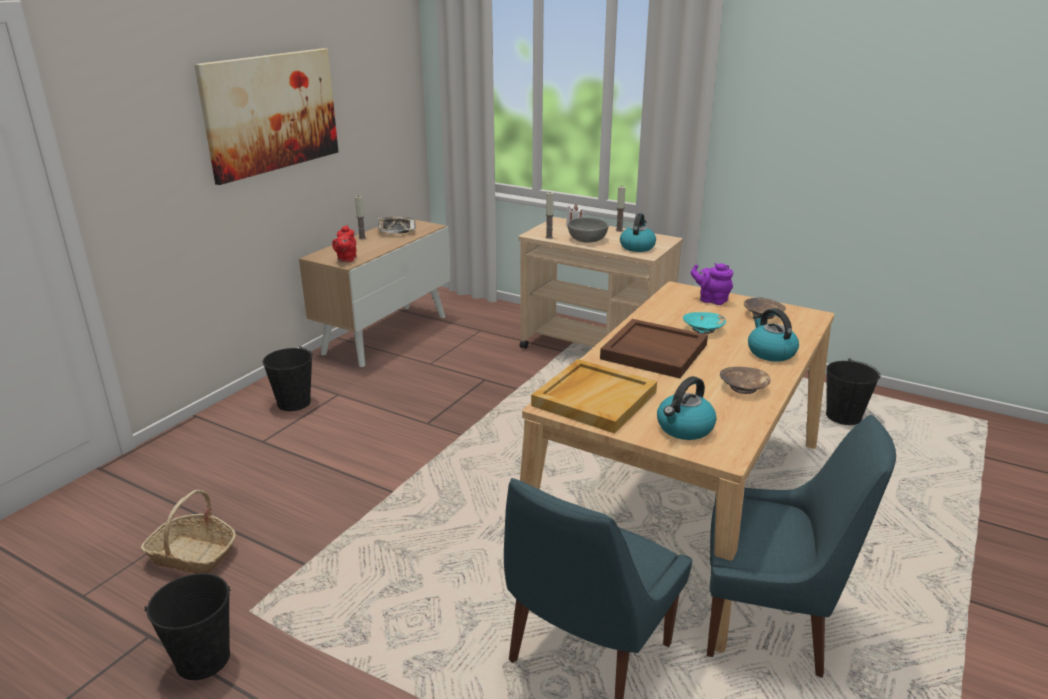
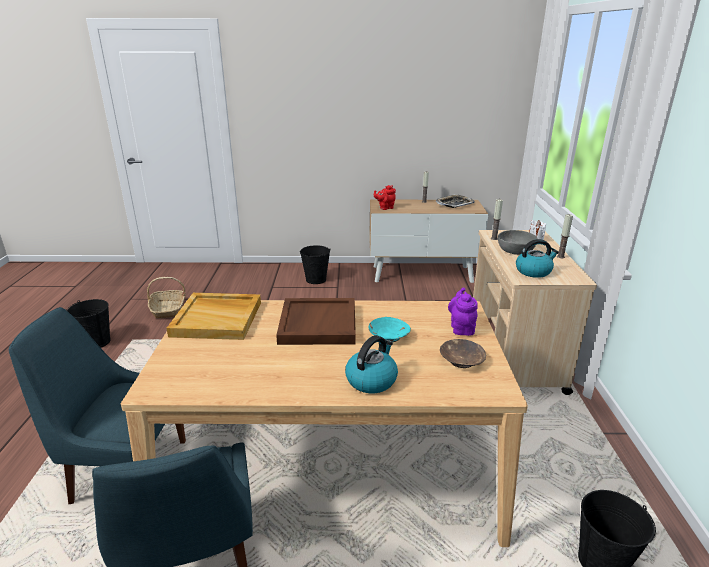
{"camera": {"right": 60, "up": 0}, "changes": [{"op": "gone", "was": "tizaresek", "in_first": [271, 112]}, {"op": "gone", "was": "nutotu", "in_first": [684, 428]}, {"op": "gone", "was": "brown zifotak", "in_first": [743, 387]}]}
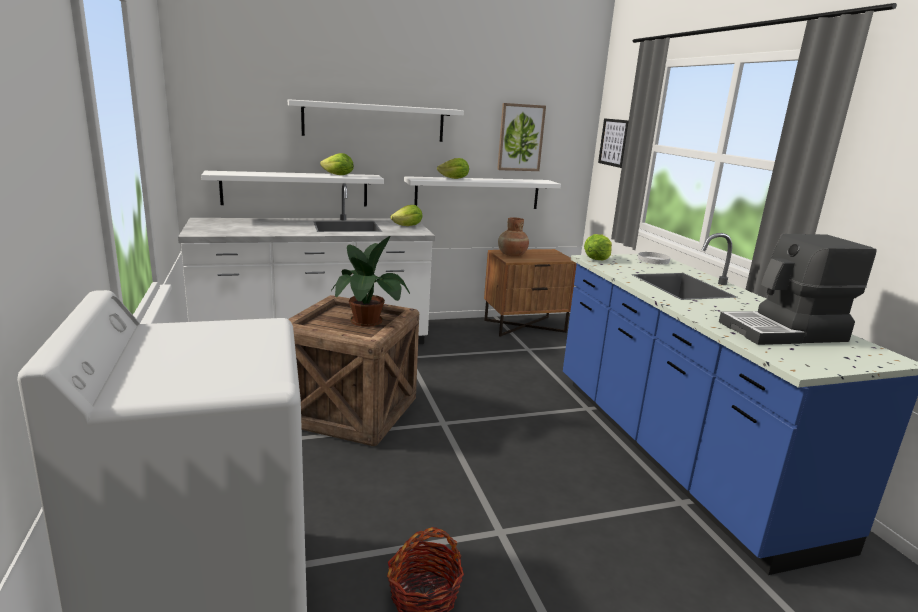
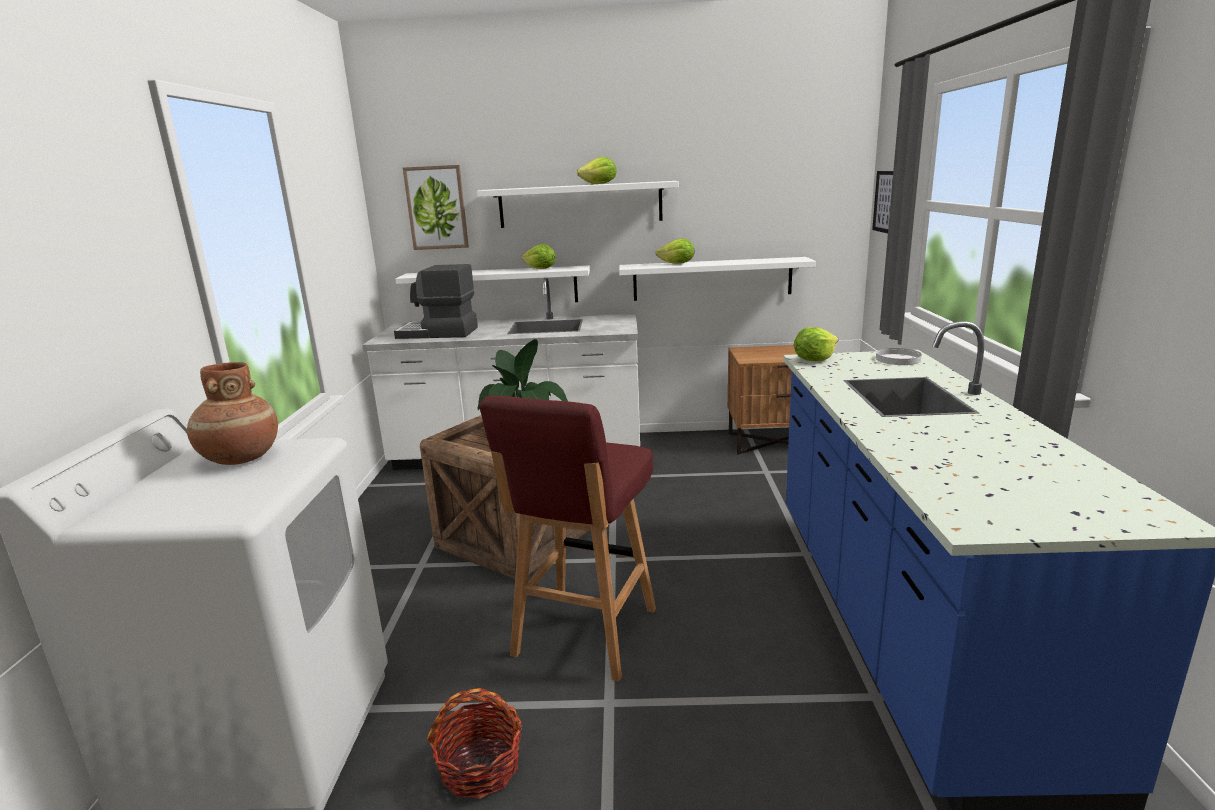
{"camera": {"right": 20, "up": 0}, "changes": [{"op": "shifted", "was": "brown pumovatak", "in_first": [512, 255], "in_second": [240, 458]}, {"op": "shifted", "was": "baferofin", "in_first": [784, 332], "in_second": [438, 333]}, {"op": "shifted", "was": "tizaresek", "in_first": [520, 137], "in_second": [437, 208]}, {"op": "new", "now": "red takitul", "in_second": [583, 634]}, {"op": "shifted", "was": "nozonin", "in_first": [408, 226], "in_second": [599, 184]}]}
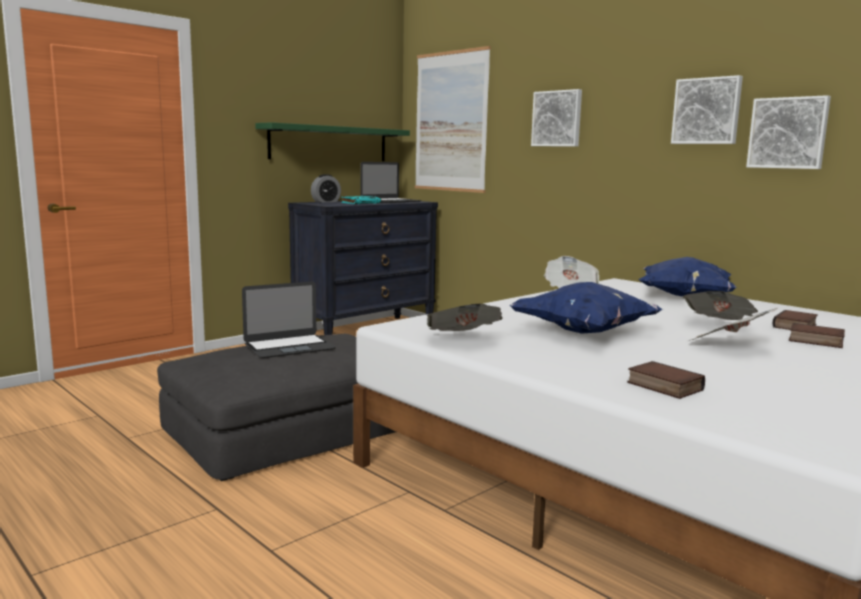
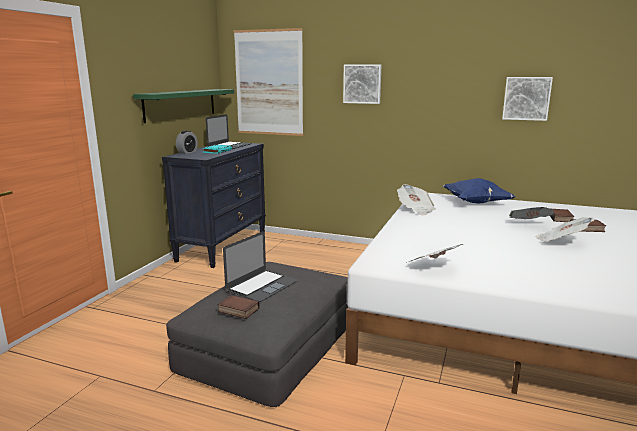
{"camera": {"right": -25, "up": 5}, "changes": [{"op": "shifted", "was": "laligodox", "in_first": [662, 386], "in_second": [237, 310]}, {"op": "gone", "was": "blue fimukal", "in_first": [584, 332]}, {"op": "gone", "was": "tizaresek", "in_first": [707, 111]}]}
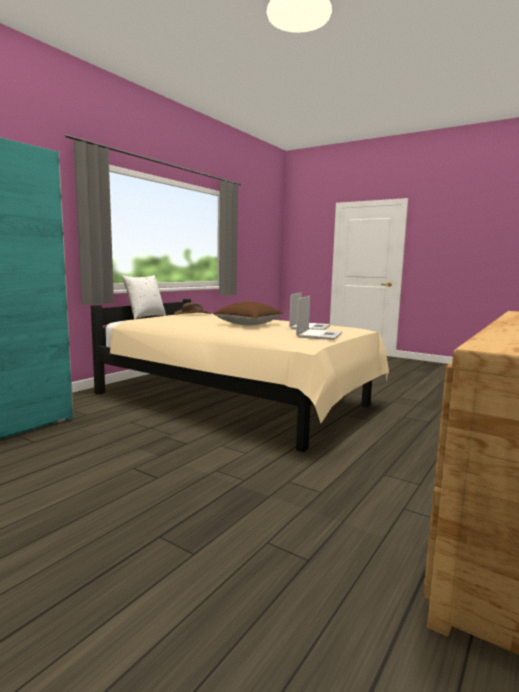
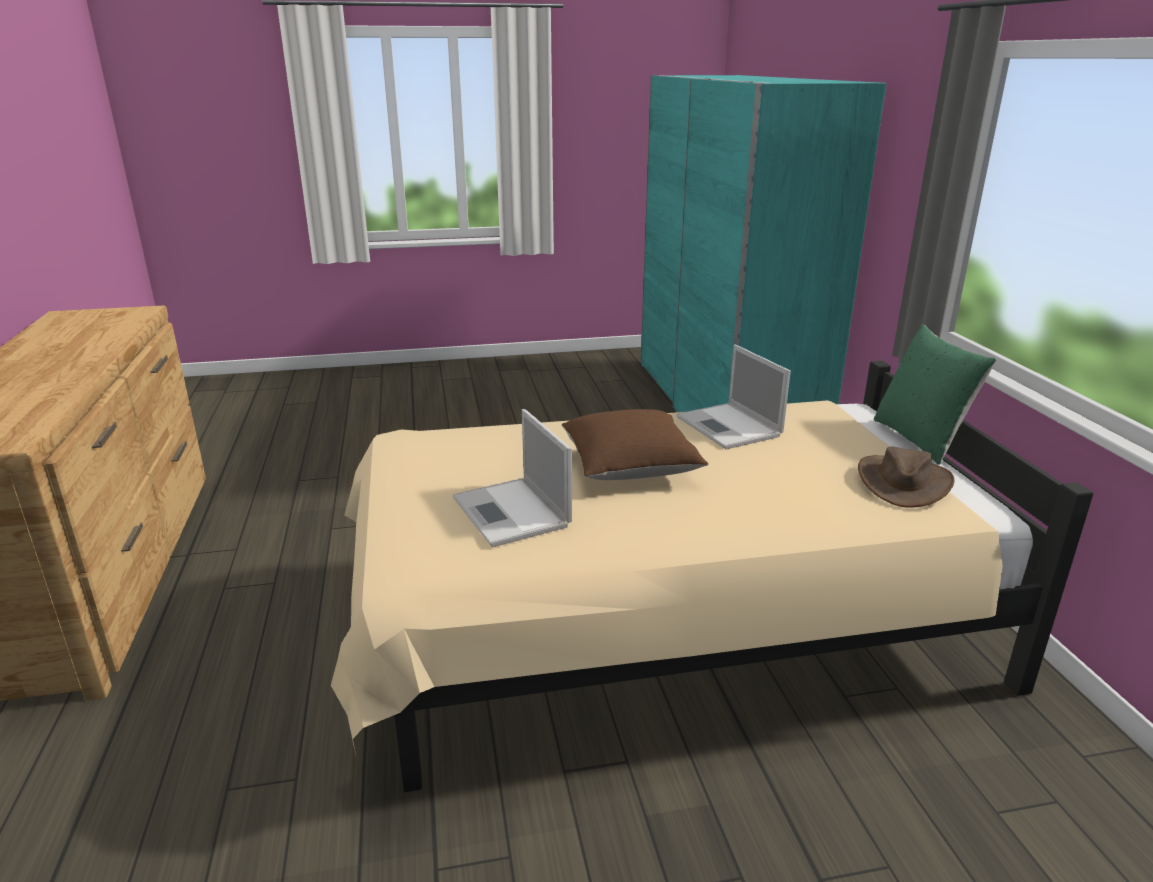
{"camera": {"right": 135, "up": 15}, "changes": [{"op": "shifted", "was": "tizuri", "in_first": [319, 335], "in_second": [730, 427]}, {"op": "repainted", "was": "white fimukal", "now": "green fimukal", "in_first": [145, 317], "in_second": [920, 439]}]}
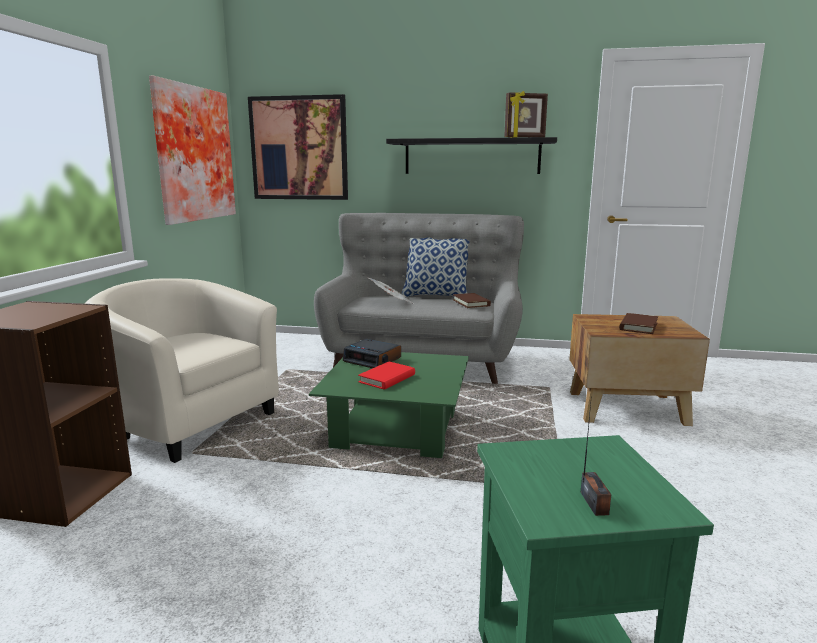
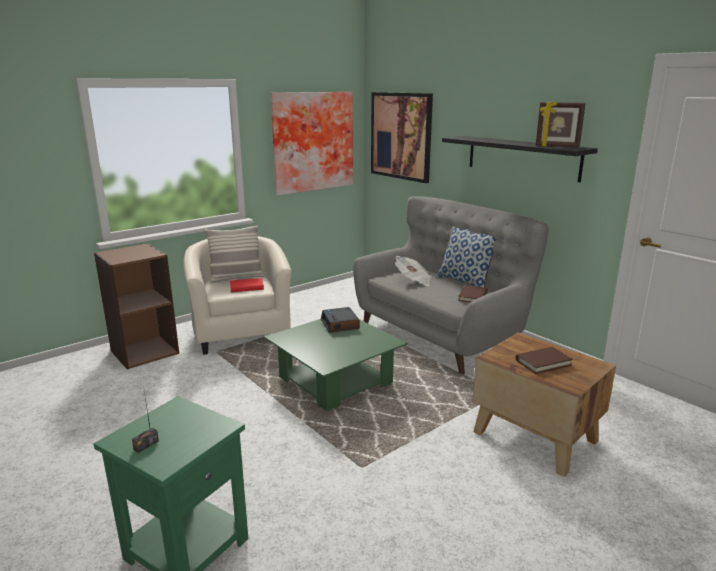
{"camera": {"right": 40, "up": 5}, "changes": [{"op": "new", "now": "fimukal", "in_second": [236, 278]}, {"op": "shifted", "was": "red laligodox", "in_first": [387, 378], "in_second": [246, 287]}]}
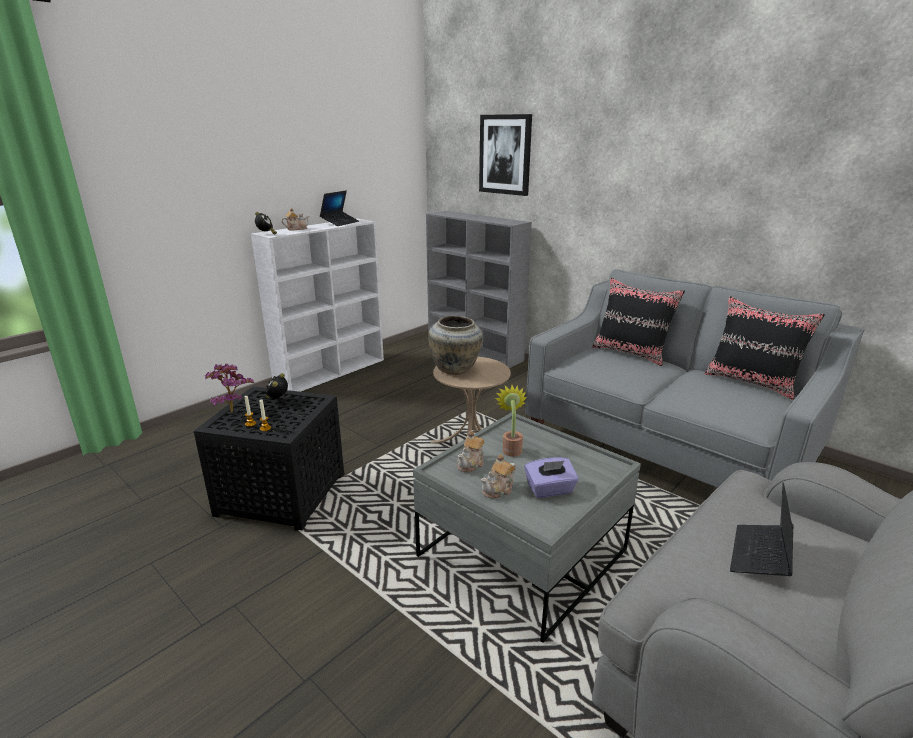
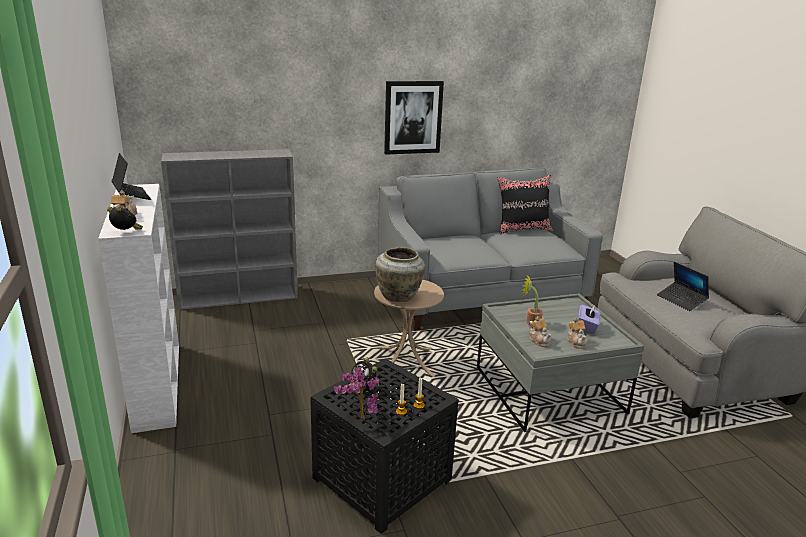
{"camera": {"right": -60, "up": 0}, "changes": [{"op": "shifted", "was": "tizaresek", "in_first": [505, 154], "in_second": [413, 117]}, {"op": "gone", "was": "black fimukal", "in_first": [631, 353]}]}
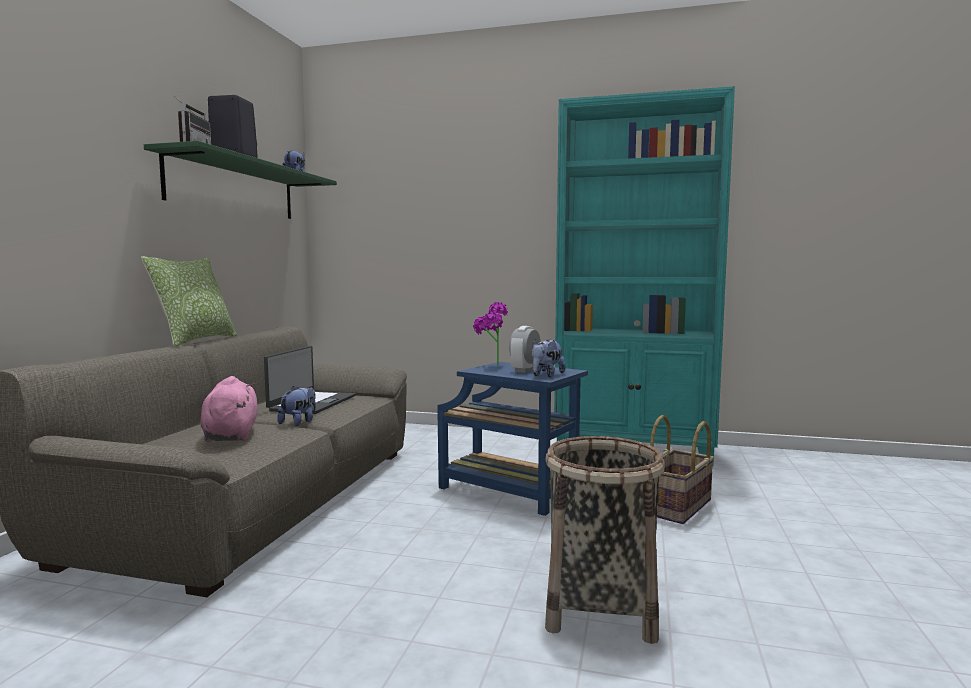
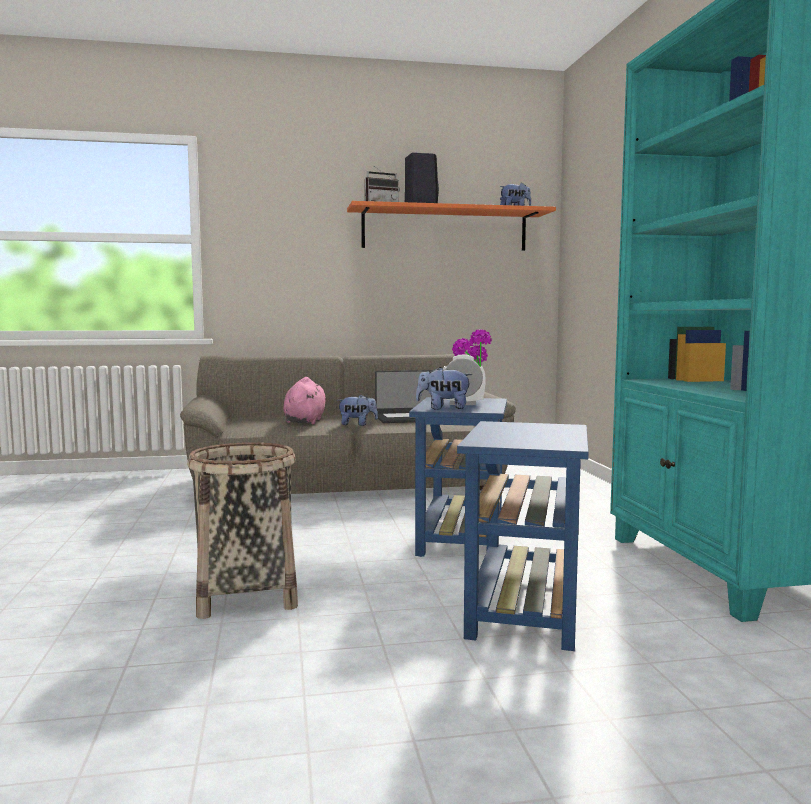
{"camera": {"right": 65, "up": 0}, "changes": [{"op": "rotated", "was": "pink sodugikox", "in_first": [231, 435], "in_second": [305, 421], "clockwise": -45}, {"op": "repainted", "was": "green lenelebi", "now": "orange lenelebi", "in_first": [234, 189], "in_second": [445, 230]}, {"op": "swapped", "was": "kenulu", "now": "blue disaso", "in_first": [678, 507], "in_second": [524, 609]}, {"op": "gone", "was": "fimukal", "in_first": [196, 340]}]}
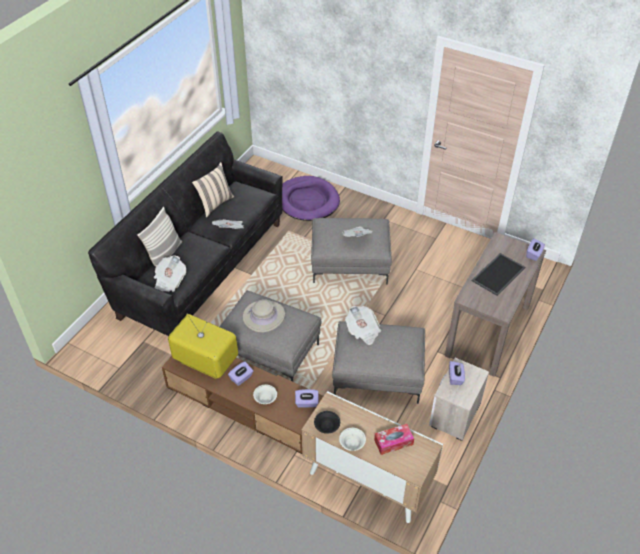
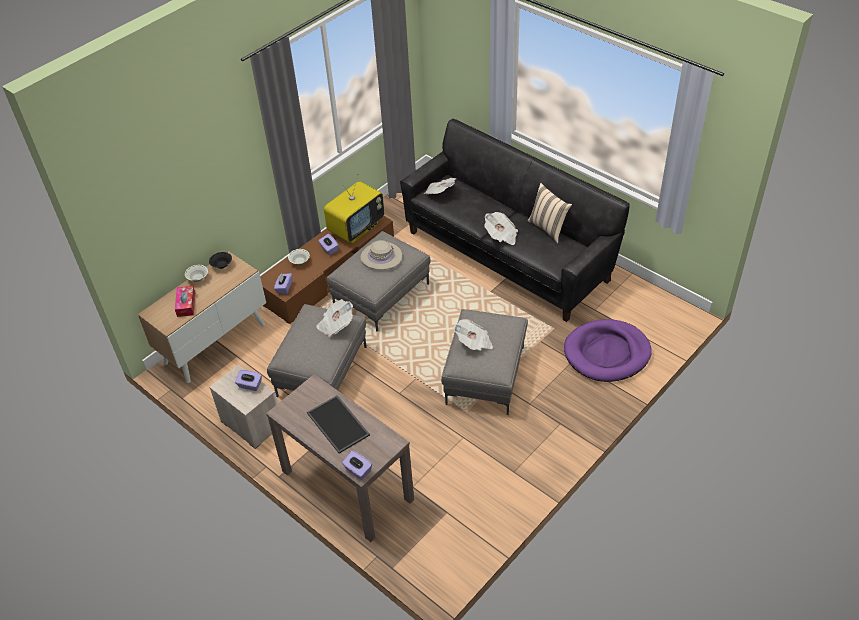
{"camera": {"right": 105, "up": 0}, "changes": [{"op": "gone", "was": "fimukal", "in_first": [165, 255]}]}
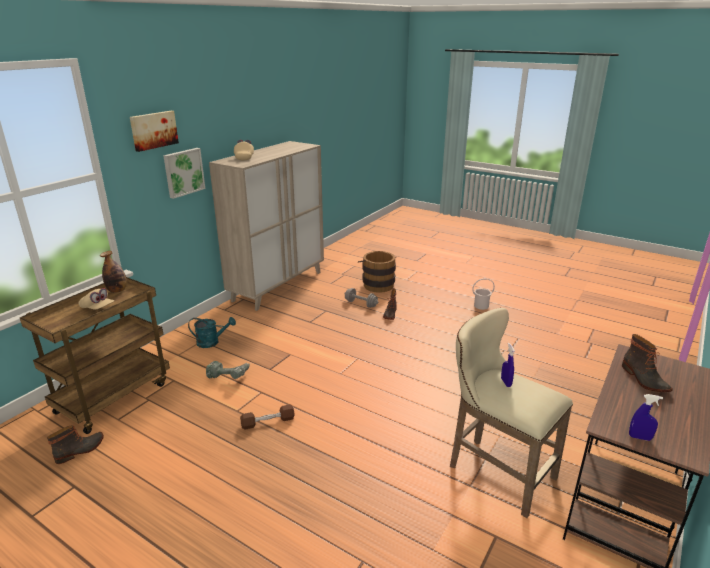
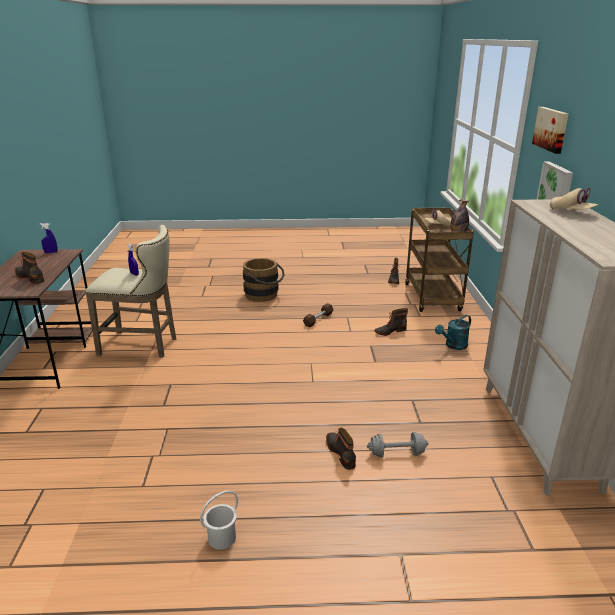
{"camera": {"right": 145, "up": 0}, "changes": [{"op": "shifted", "was": "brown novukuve", "in_first": [377, 284], "in_second": [264, 295]}, {"op": "swapped", "was": "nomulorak", "now": "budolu", "in_first": [229, 376], "in_second": [390, 331]}]}
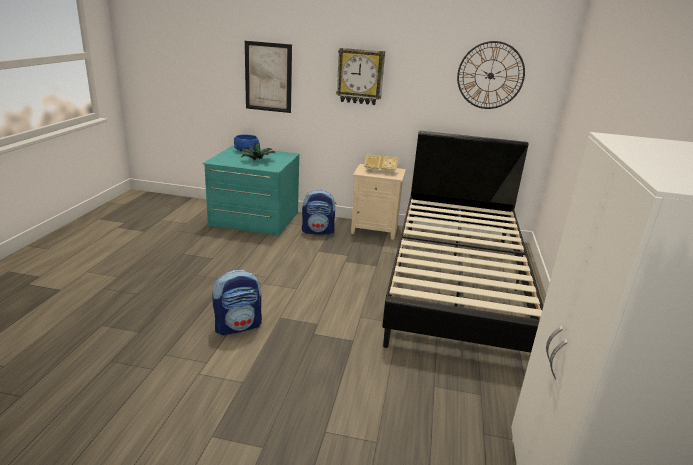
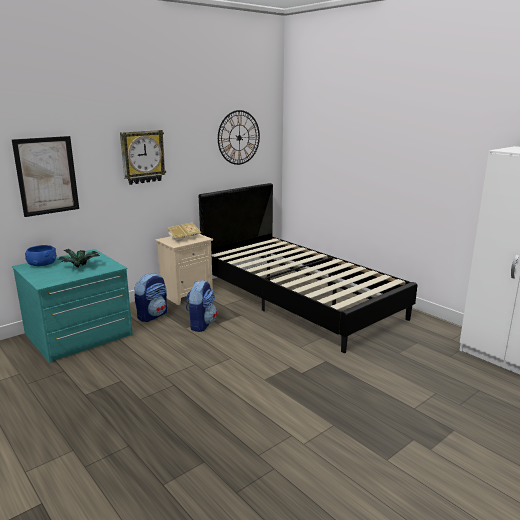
{"camera": {"right": -50, "up": -5}, "changes": [{"op": "shifted", "was": "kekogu", "in_first": [238, 326], "in_second": [201, 324]}]}
